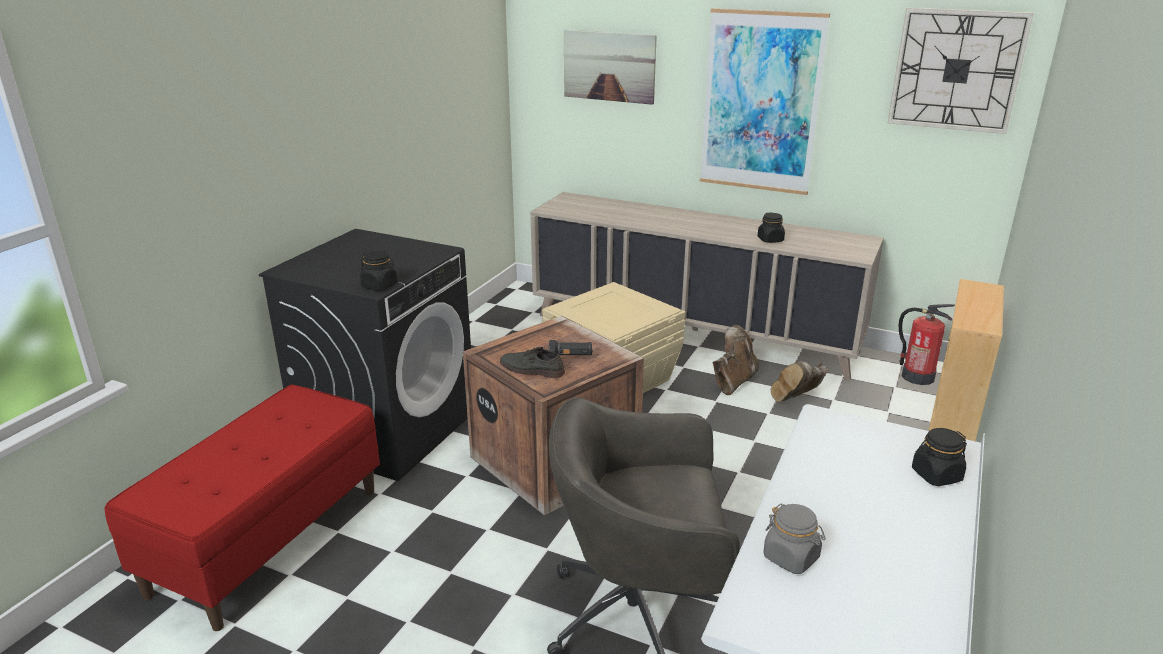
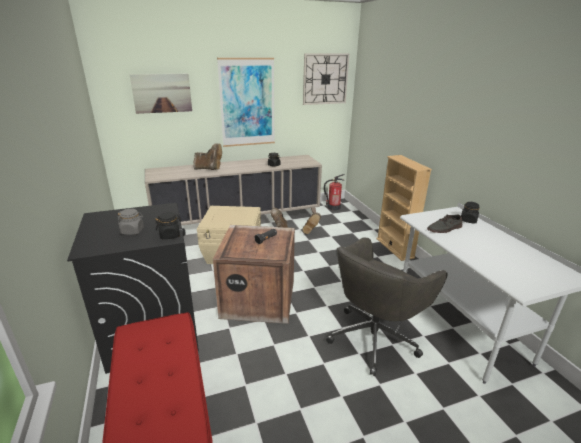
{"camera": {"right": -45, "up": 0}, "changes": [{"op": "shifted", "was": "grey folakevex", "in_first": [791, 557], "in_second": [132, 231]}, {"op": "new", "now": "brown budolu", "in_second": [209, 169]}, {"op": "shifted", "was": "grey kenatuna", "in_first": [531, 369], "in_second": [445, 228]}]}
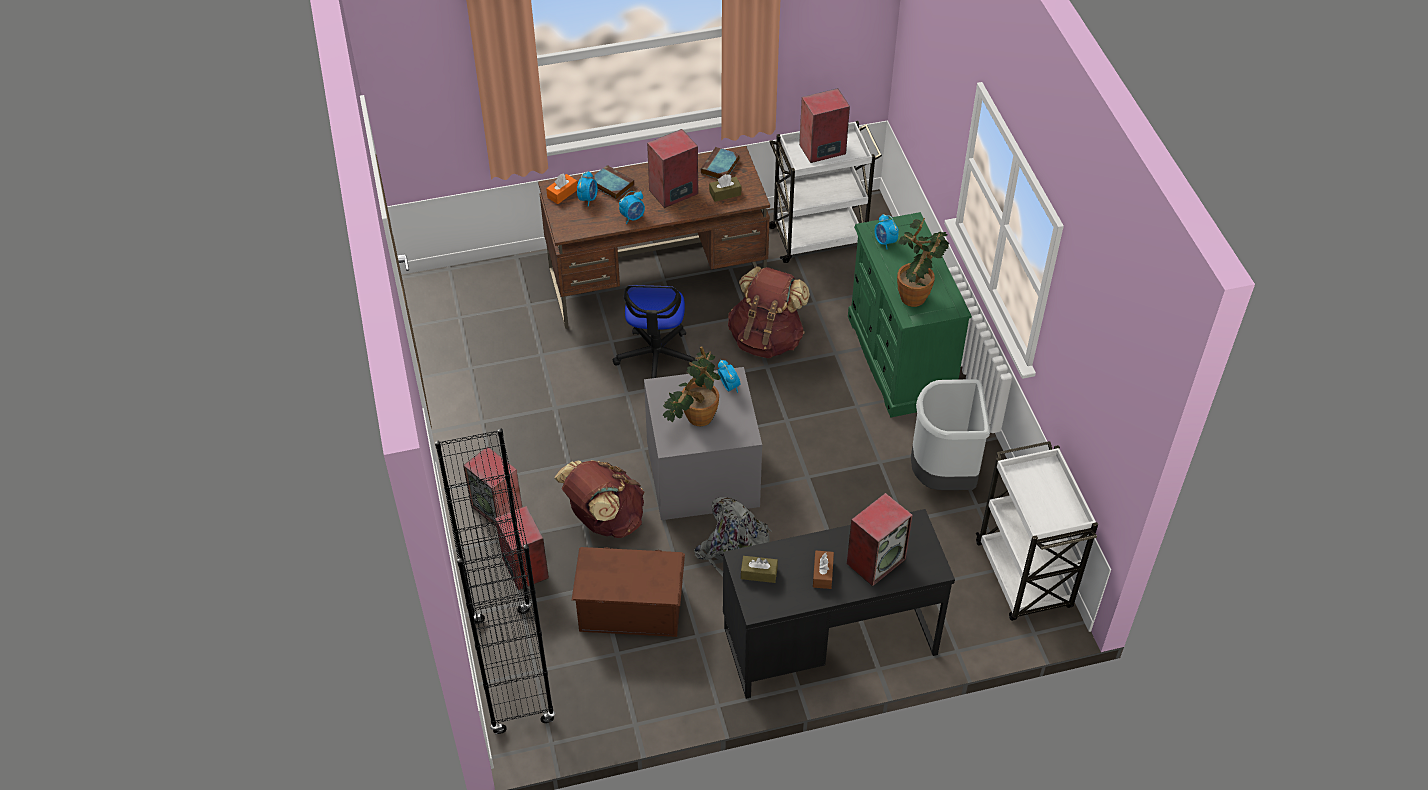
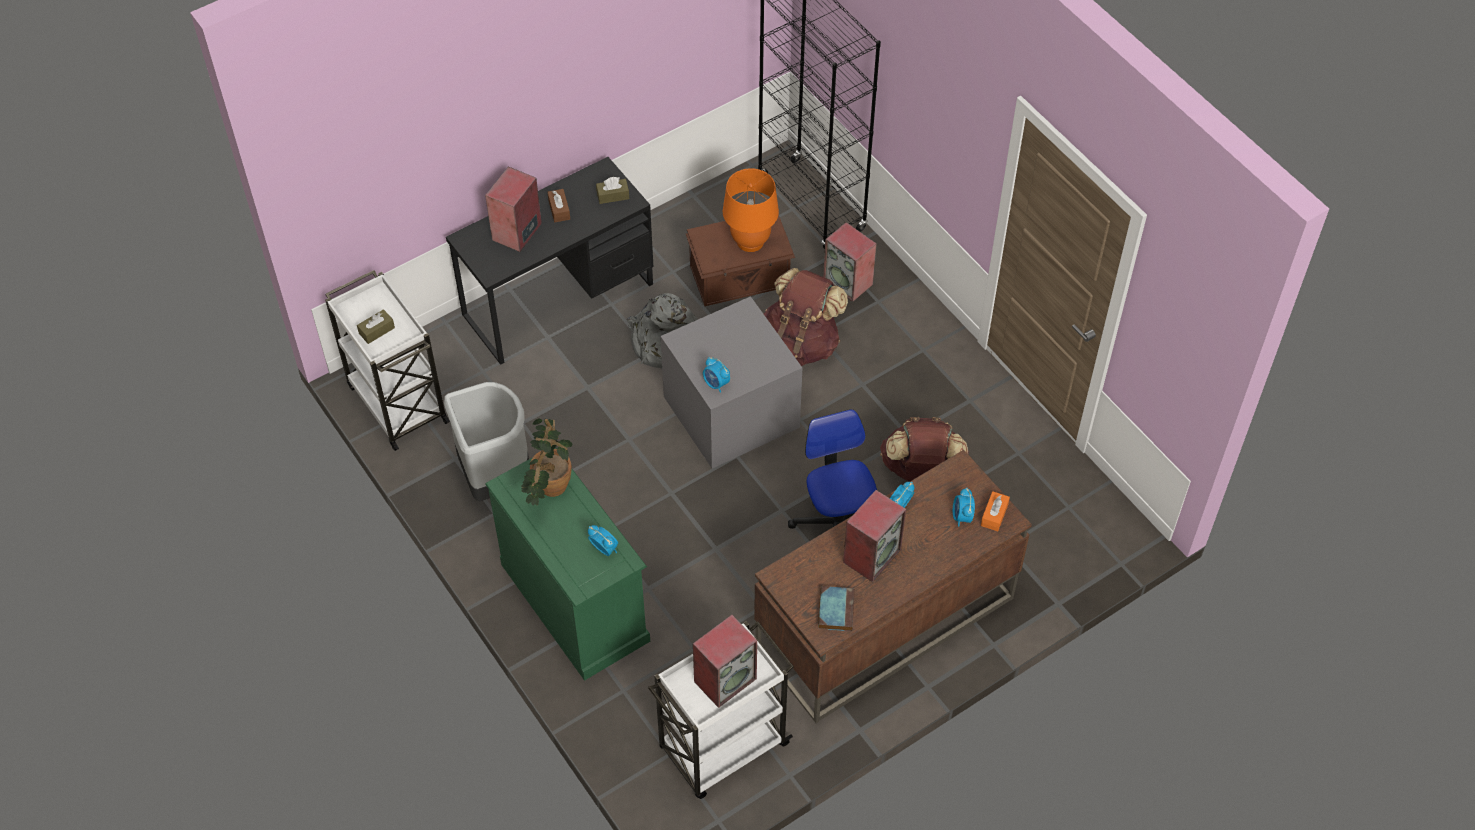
{"camera": {"right": 160, "up": 5}, "changes": [{"op": "shifted", "was": "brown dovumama", "in_first": [725, 193], "in_second": [376, 330]}, {"op": "new", "now": "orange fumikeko", "in_second": [750, 241]}, {"op": "shifted", "was": "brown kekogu", "in_first": [766, 339], "in_second": [921, 470]}, {"op": "gone", "was": "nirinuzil", "in_first": [497, 508]}, {"op": "gone", "was": "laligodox", "in_first": [611, 184]}, {"op": "gone", "was": "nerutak", "in_first": [694, 420]}]}
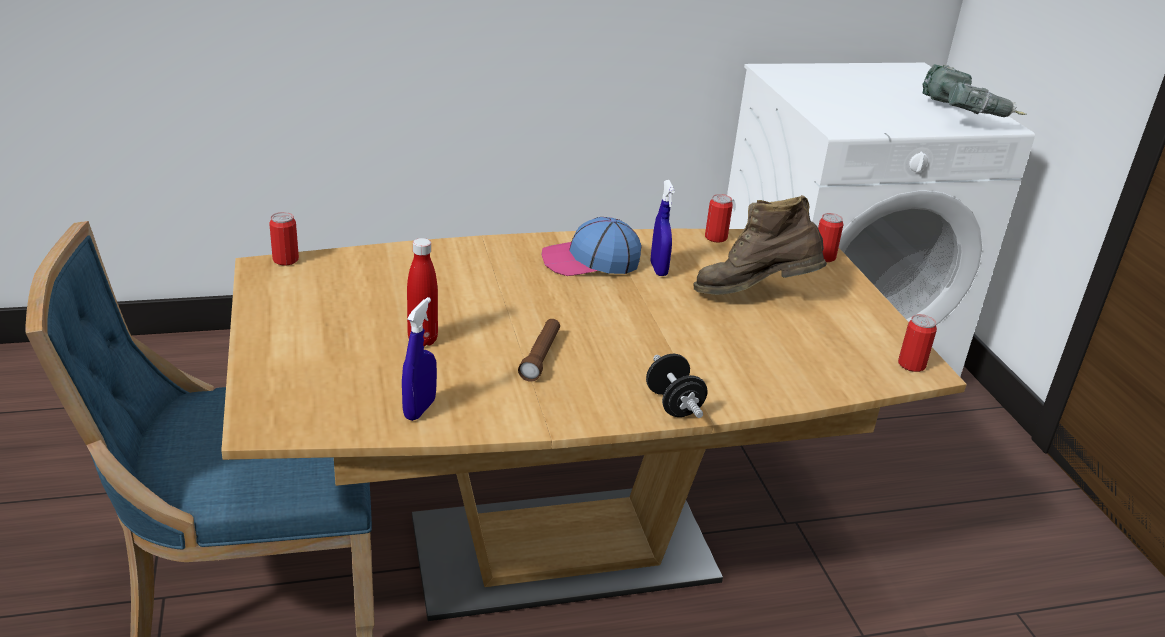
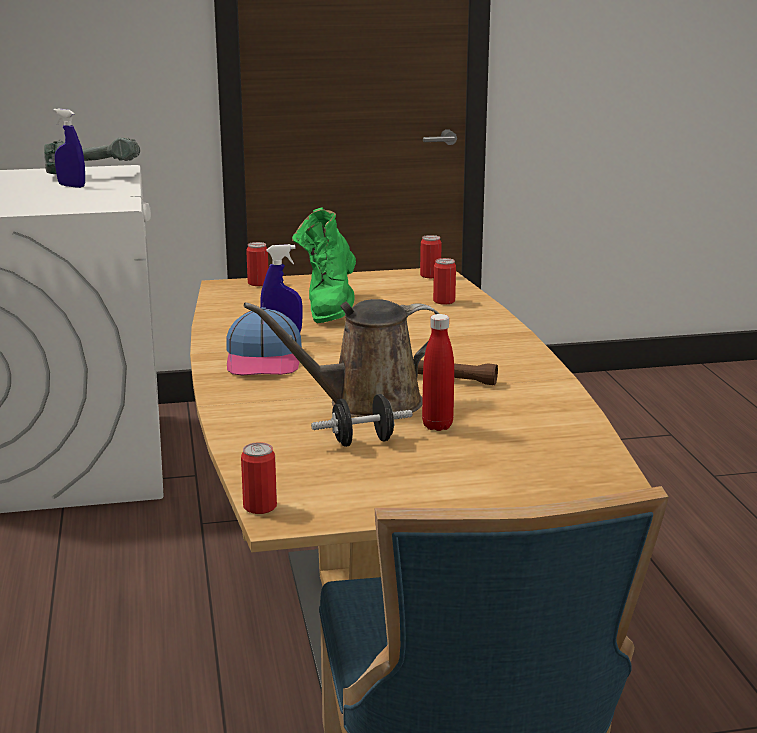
{"camera": {"right": -85, "up": -10}, "changes": [{"op": "shifted", "was": "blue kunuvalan", "in_first": [419, 409], "in_second": [71, 186]}, {"op": "new", "now": "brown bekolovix", "in_second": [366, 404]}, {"op": "repainted", "was": "brown budolu", "now": "green budolu", "in_first": [754, 295], "in_second": [330, 308]}, {"op": "shifted", "was": "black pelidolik", "in_first": [673, 404], "in_second": [362, 442]}, {"op": "shifted", "was": "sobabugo", "in_first": [716, 237], "in_second": [444, 301]}]}
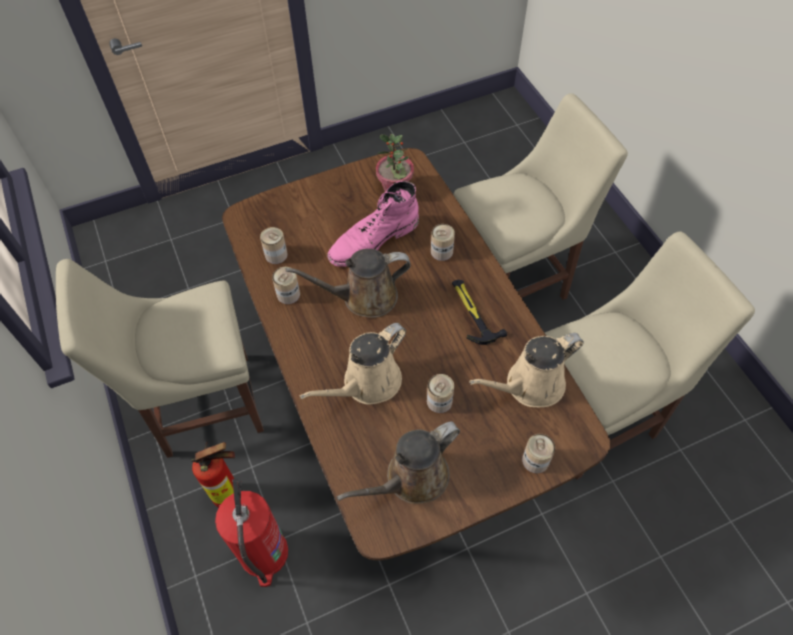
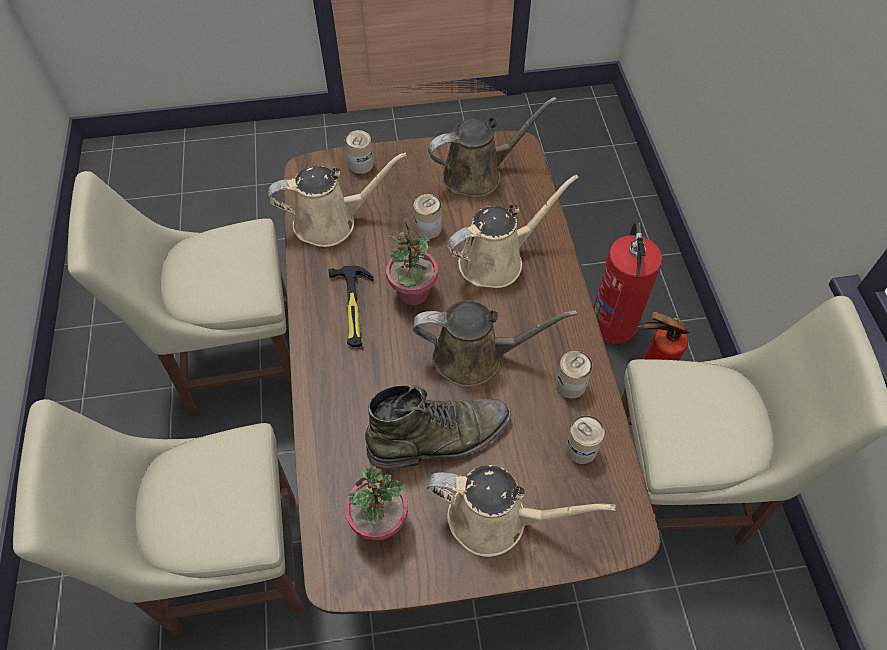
{"camera": {"right": -165, "up": 0}, "changes": [{"op": "repainted", "was": "pink budolu", "now": "green budolu", "in_first": [373, 240], "in_second": [440, 437]}, {"op": "new", "now": "nerutak", "in_second": [413, 293]}, {"op": "new", "now": "beige bekolovix", "in_second": [496, 519]}, {"op": "gone", "was": "sobabugo", "in_first": [441, 251]}]}
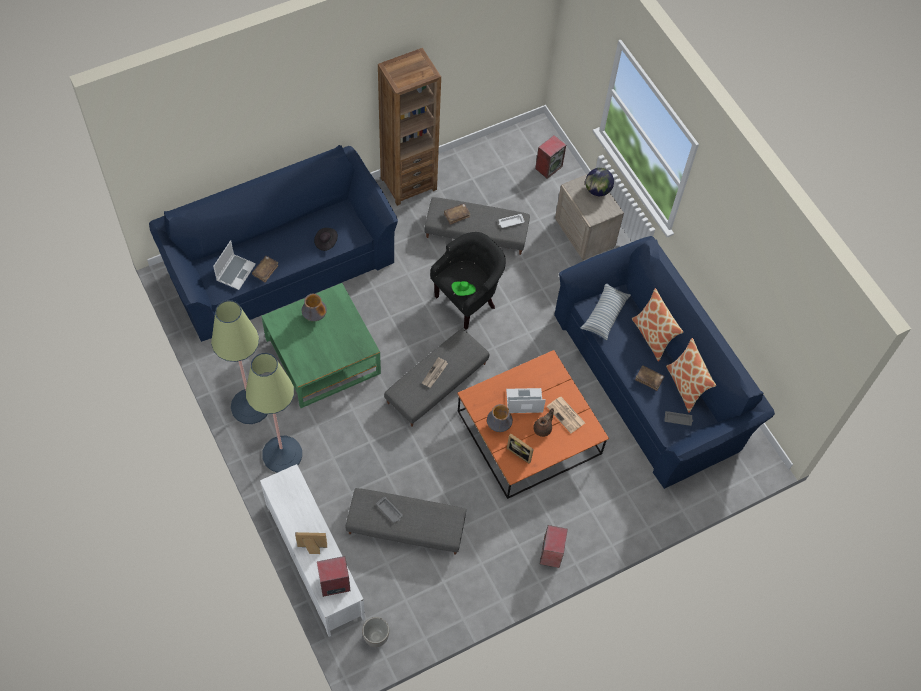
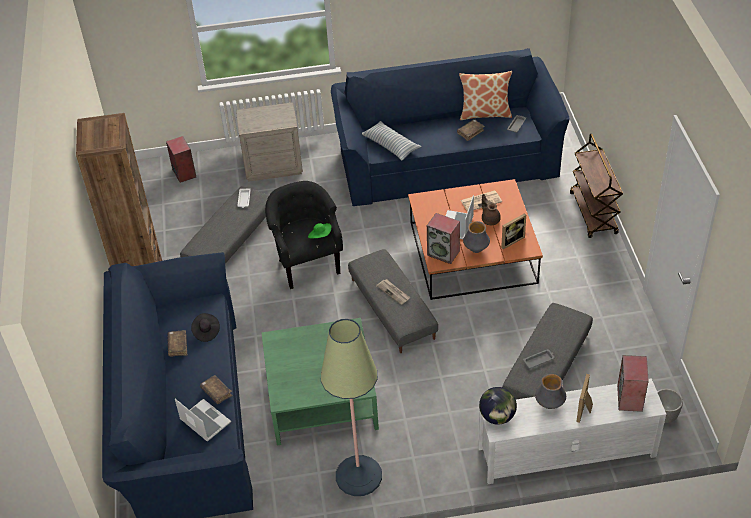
{"camera": {"right": -65, "up": -15}, "changes": [{"op": "shifted", "was": "brown laligodox", "in_first": [456, 215], "in_second": [178, 346]}, {"op": "shifted", "was": "nirinuzil", "in_first": [551, 554], "in_second": [444, 253]}, {"op": "shifted", "was": "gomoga", "in_first": [597, 190], "in_second": [497, 417]}, {"op": "shifted", "was": "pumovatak", "in_first": [314, 316], "in_second": [549, 404]}, {"op": "new", "now": "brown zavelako", "in_second": [593, 214]}, {"op": "gone", "was": "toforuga", "in_first": [282, 454]}, {"op": "gone", "was": "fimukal", "in_first": [652, 336]}]}
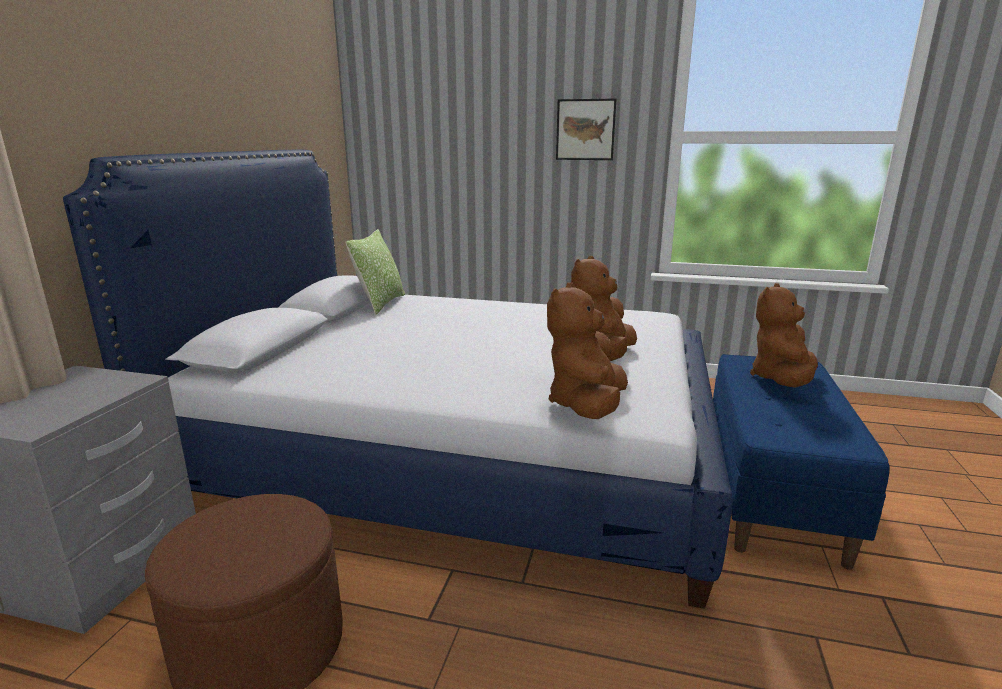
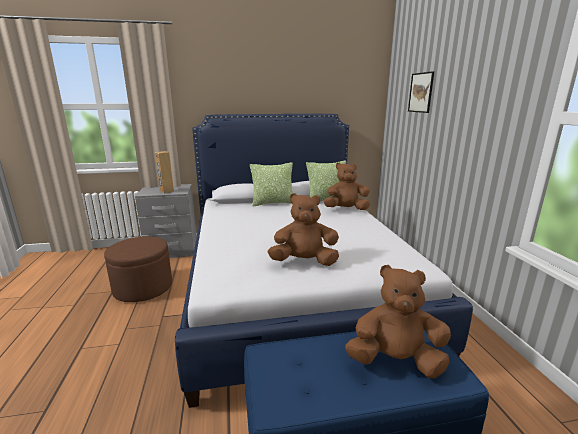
{"camera": {"right": 65, "up": 0}, "changes": [{"op": "new", "now": "brown nirinuzil", "in_second": [166, 191]}, {"op": "new", "now": "fimukal", "in_second": [273, 203]}, {"op": "shifted", "was": "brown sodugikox", "in_first": [586, 406], "in_second": [346, 209]}, {"op": "shifted", "was": "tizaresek", "in_first": [585, 130], "in_second": [421, 92]}]}
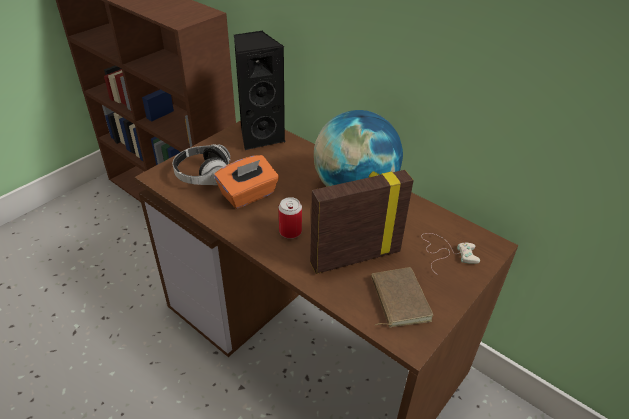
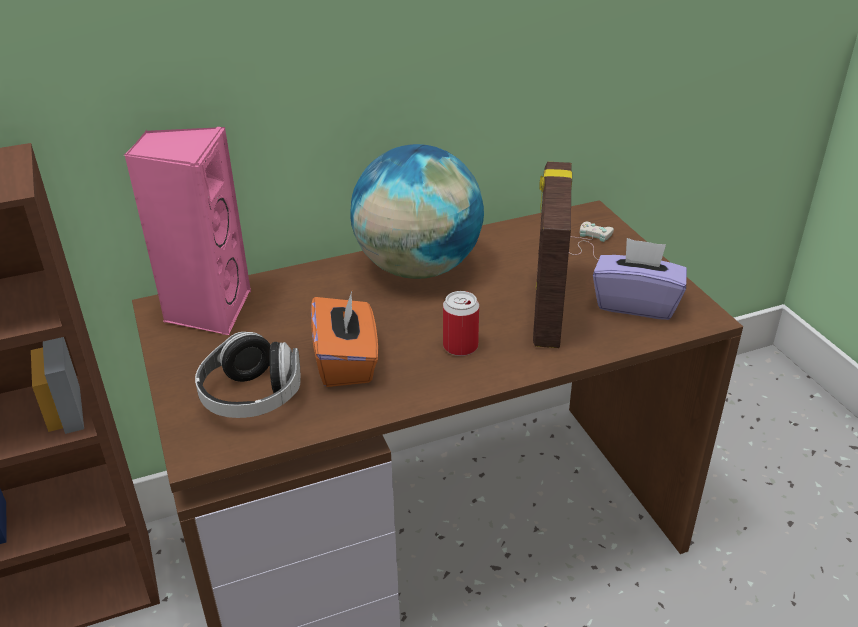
{"camera": {"right": -60, "up": -5}, "changes": [{"op": "repainted", "was": "black nirinuzil", "now": "pink nirinuzil", "in_first": [260, 136], "in_second": [207, 310]}, {"op": "swapped", "was": "brown laligodox", "now": "purple dovumama", "in_first": [397, 299], "in_second": [636, 303]}]}
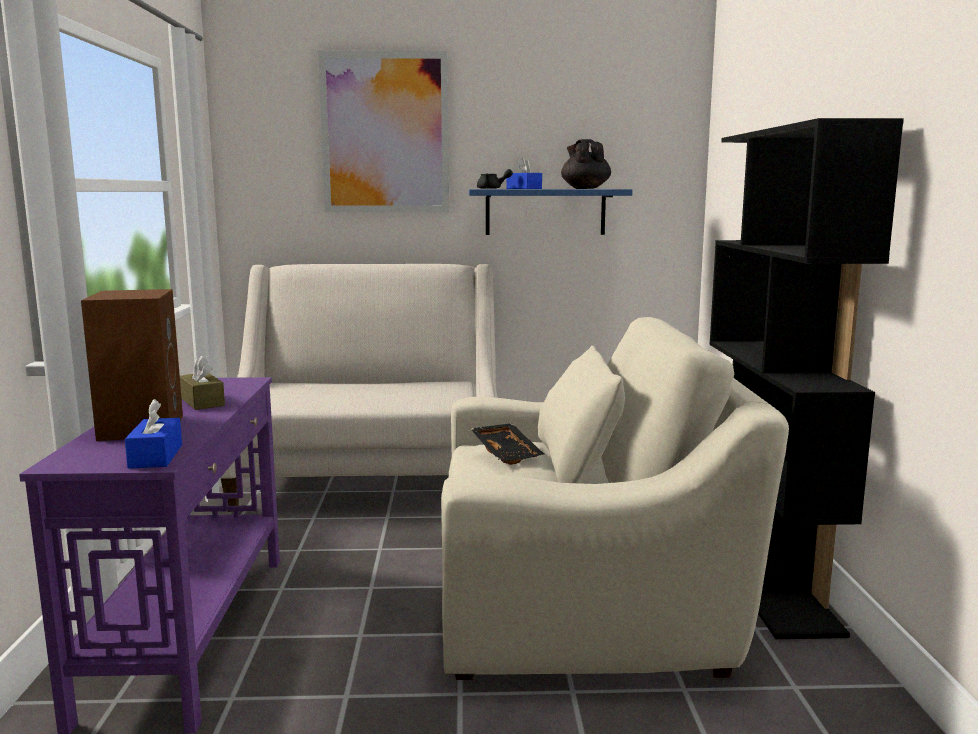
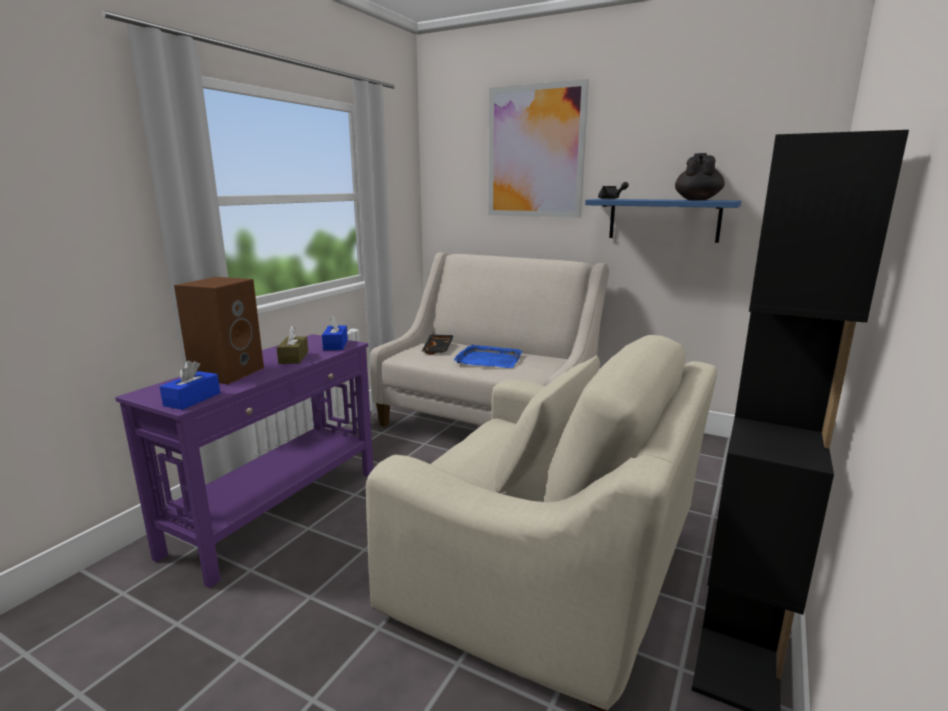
{"camera": {"right": 30, "up": 5}, "changes": [{"op": "shifted", "was": "blue dovumama", "in_first": [524, 189], "in_second": [335, 345]}, {"op": "shifted", "was": "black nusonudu", "in_first": [507, 452], "in_second": [439, 349]}, {"op": "new", "now": "blue nusonudu", "in_second": [488, 360]}]}
